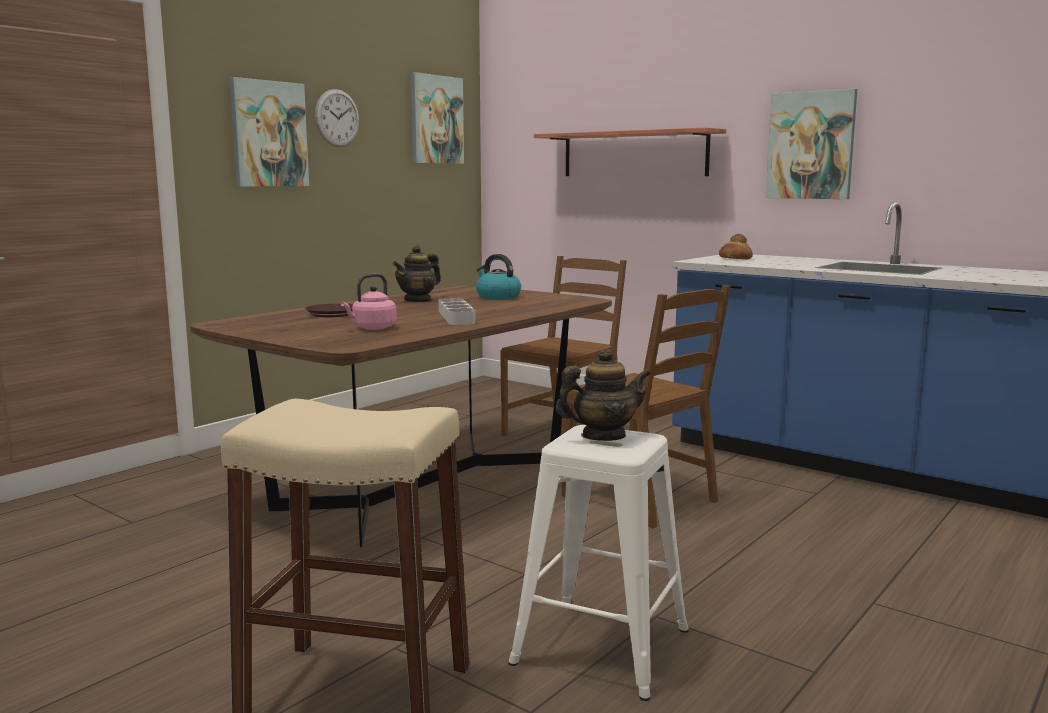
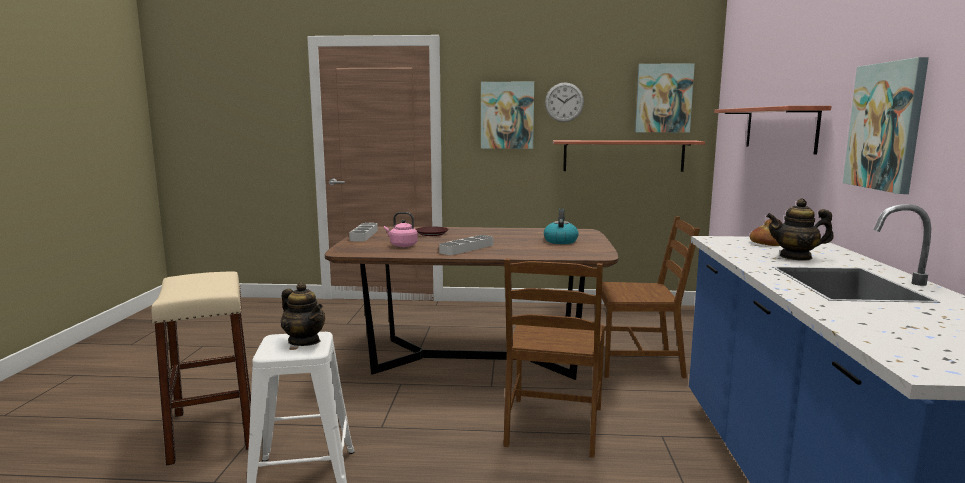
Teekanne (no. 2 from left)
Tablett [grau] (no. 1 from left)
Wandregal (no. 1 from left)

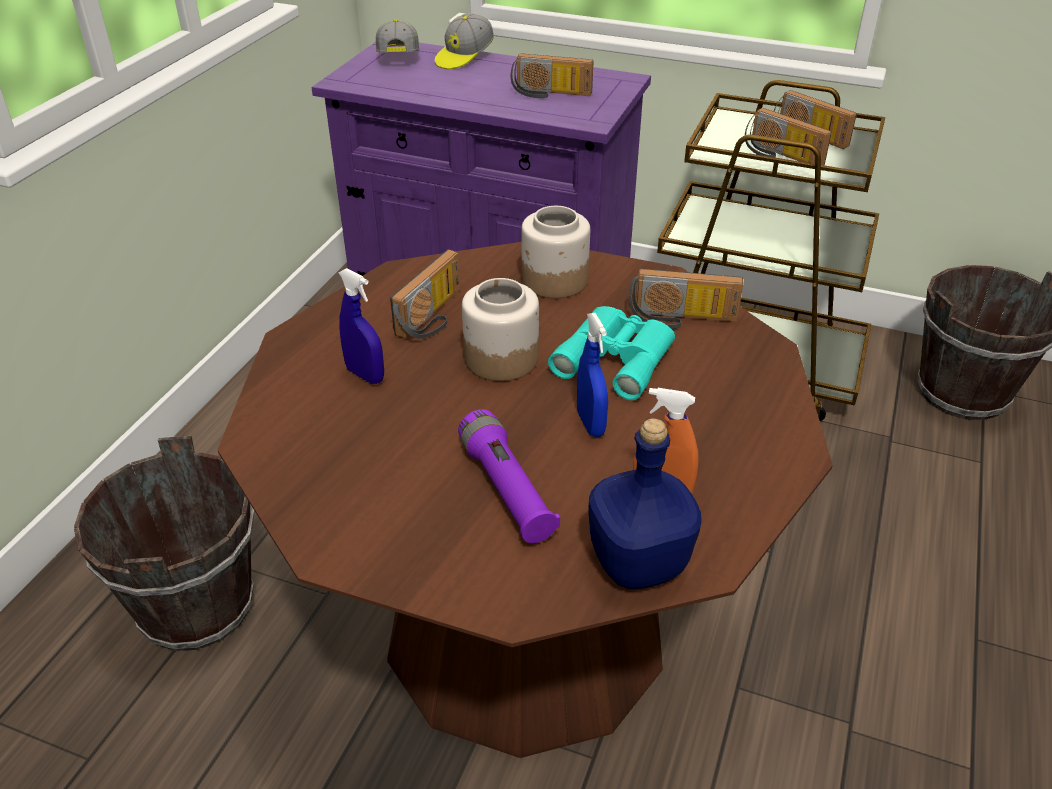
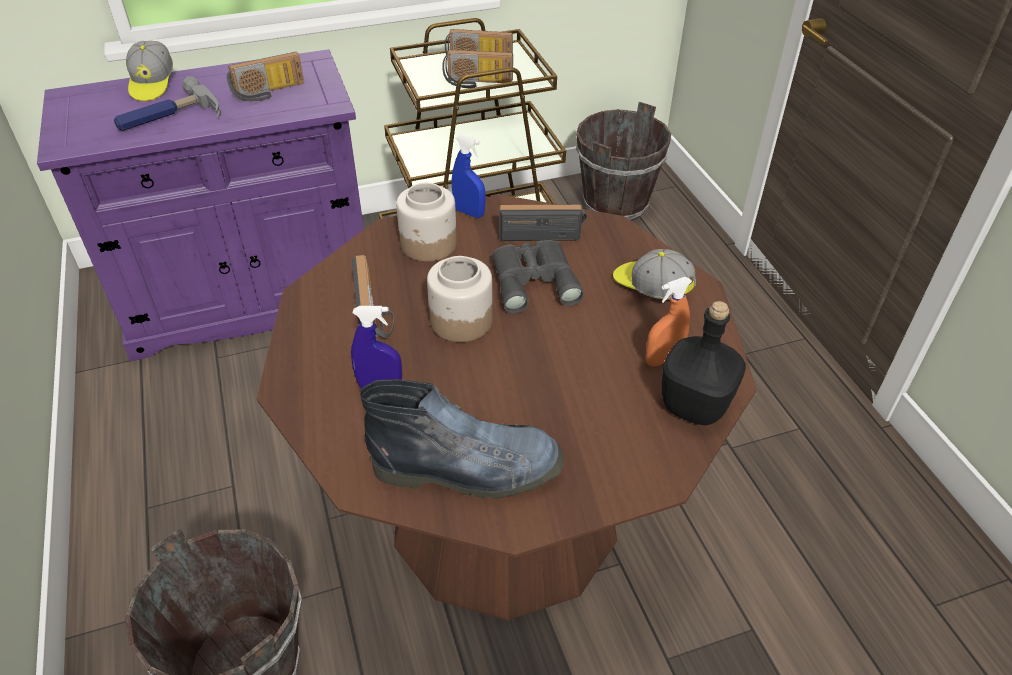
Kappe (no. 2 from left)
Taschenlampe [lila]
Fernglas [grau]
Sprühflasche [blau] (no. 2 from left)
Flasche [schwarz]
Radio (no. 5 from left)
Hammer
Stiefel

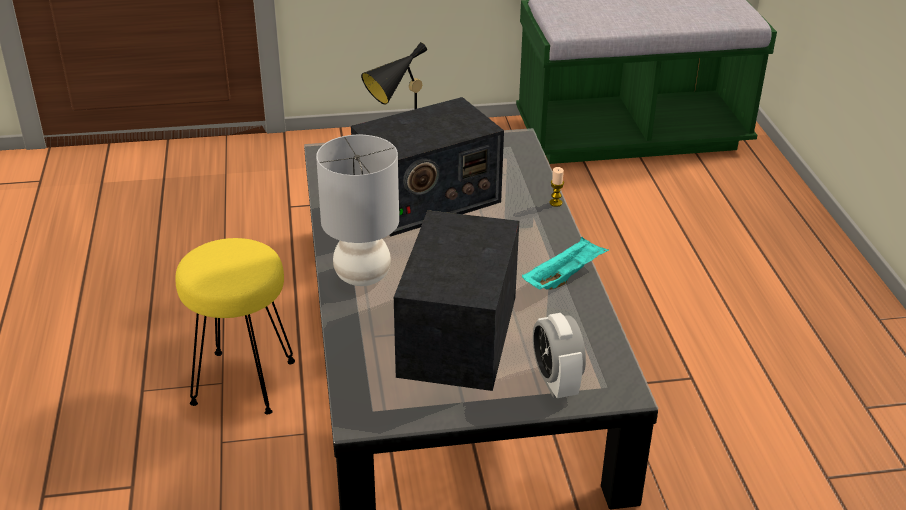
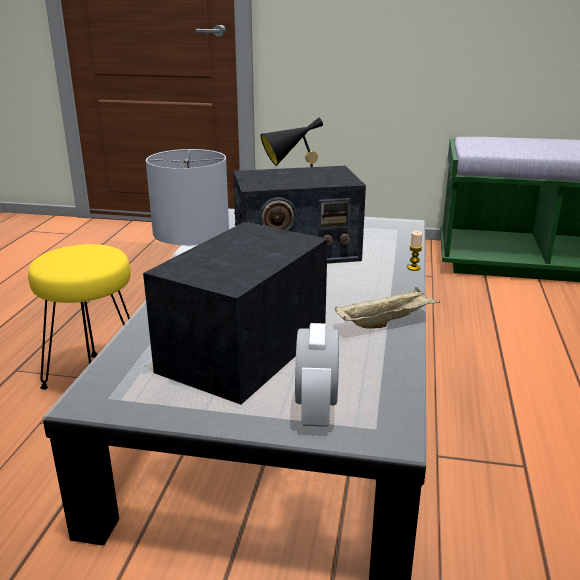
Tablett [beige]

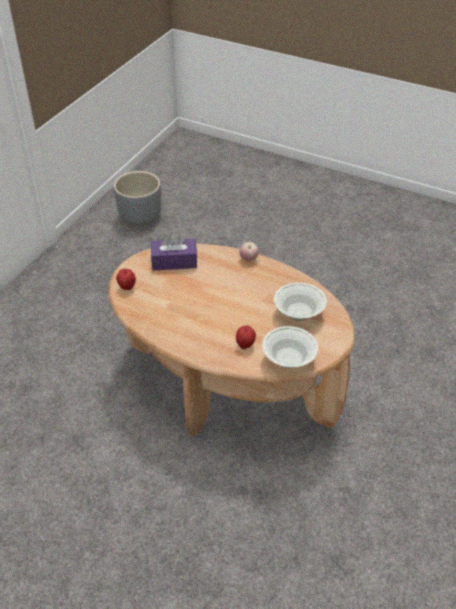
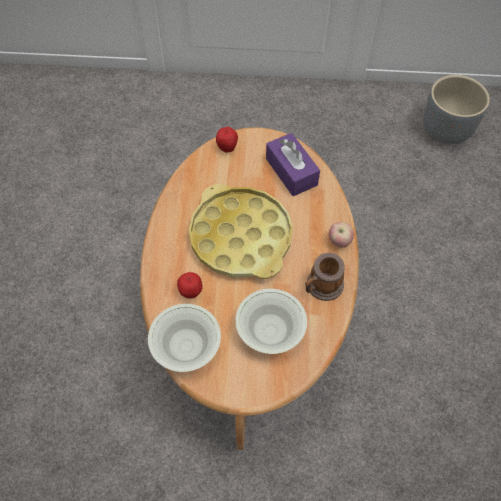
Tablett [gelb]
Henkelbecher

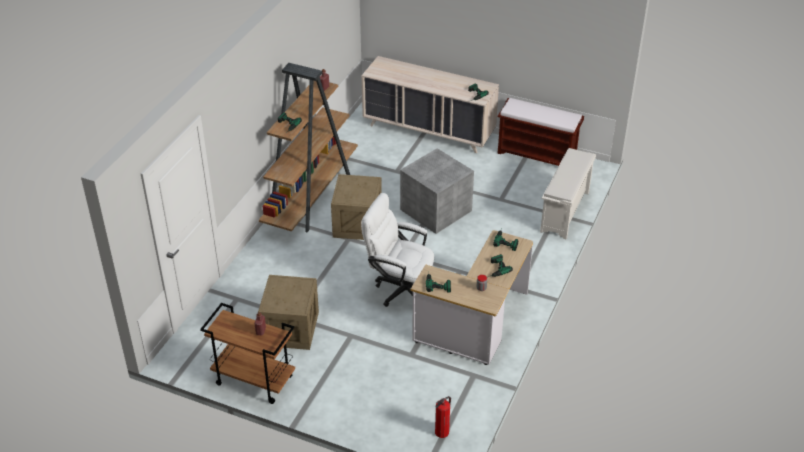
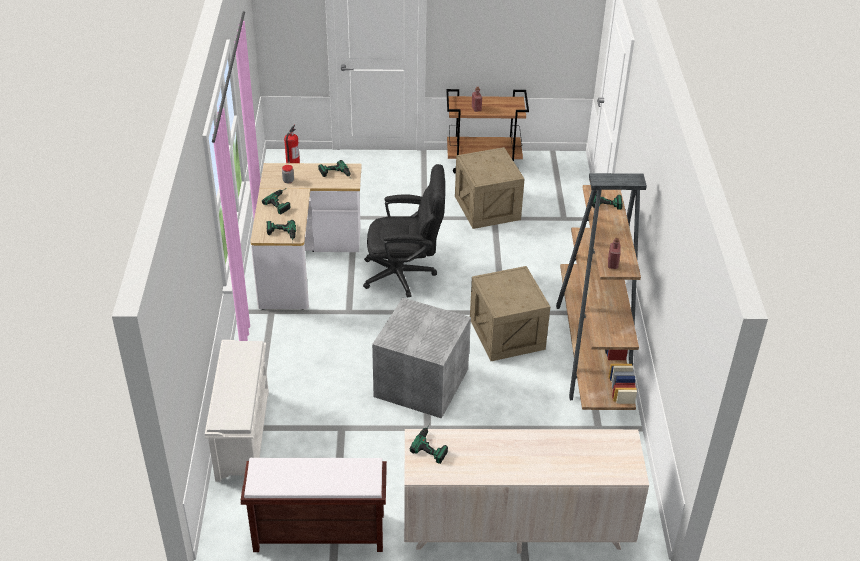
Bürostuhl [schwarz]

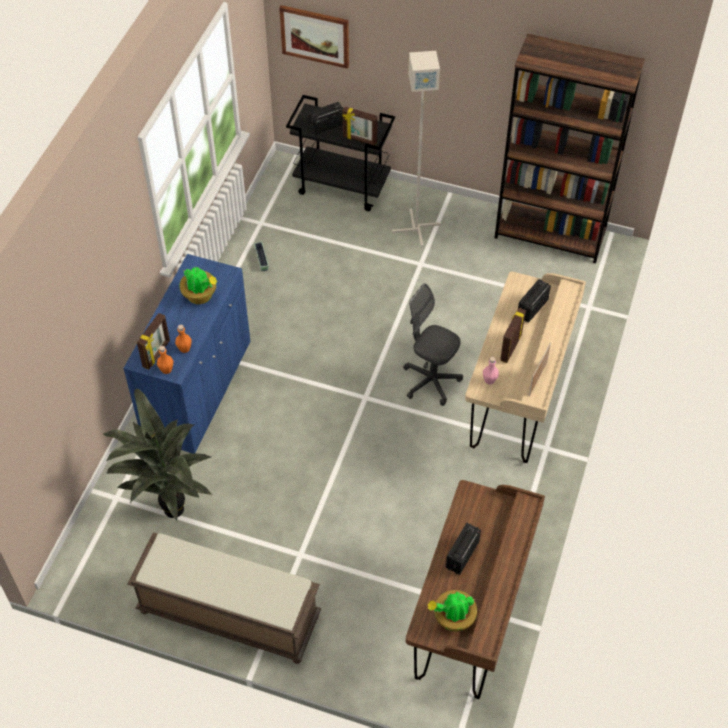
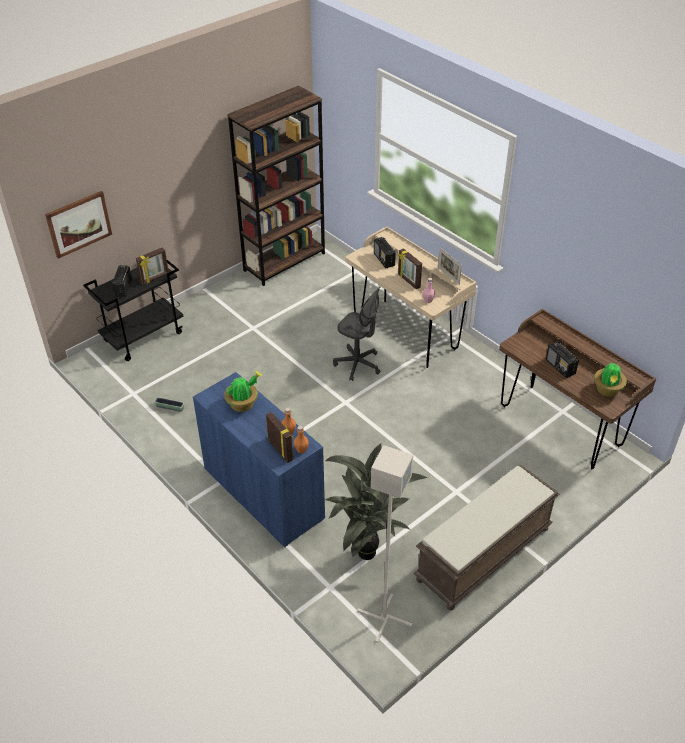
Stehlampe [grau]
Bürostuhl [grau]

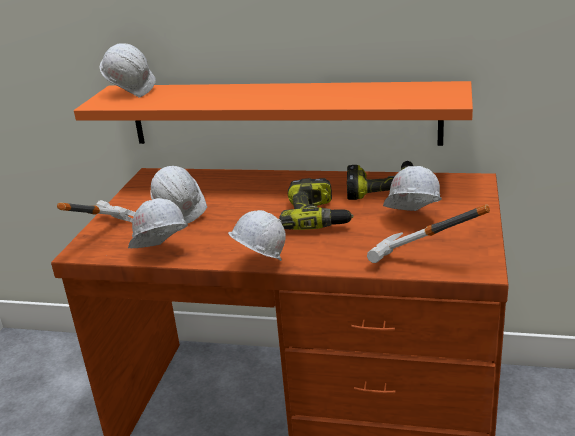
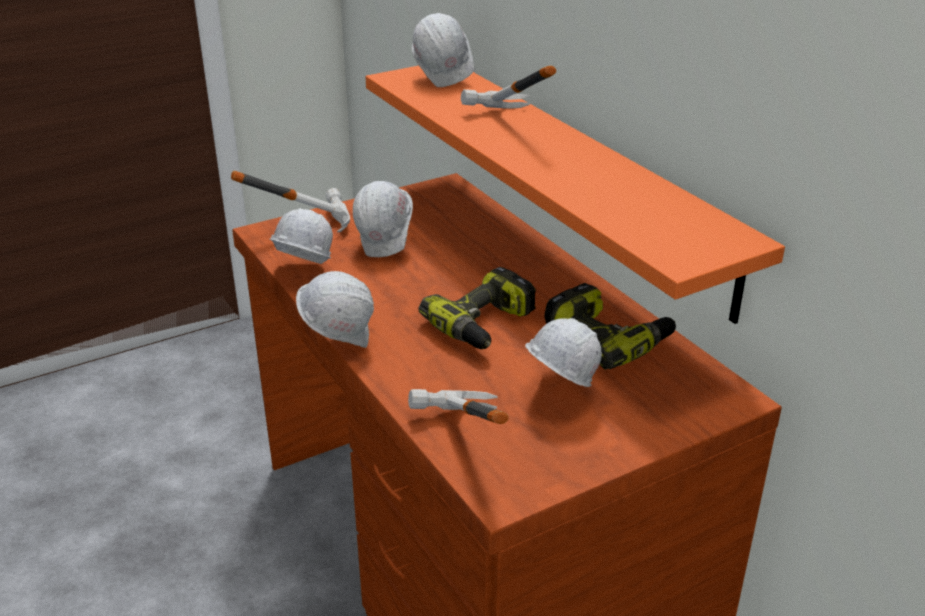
Hammer (no. 3 from left)

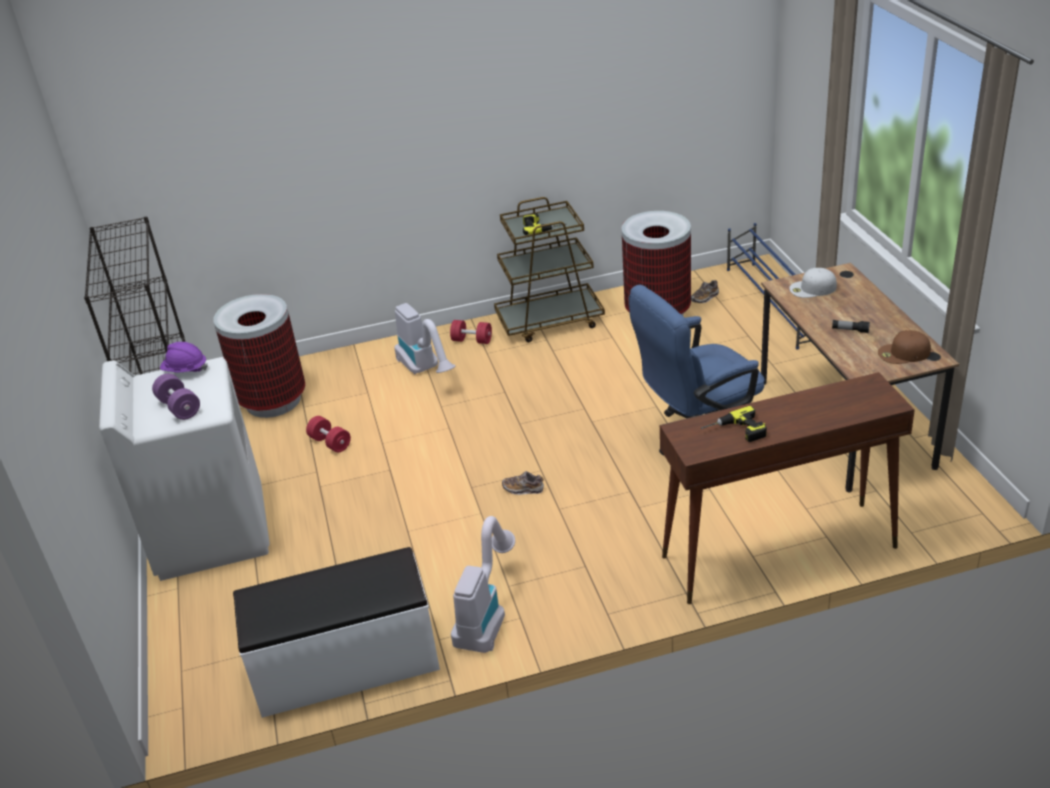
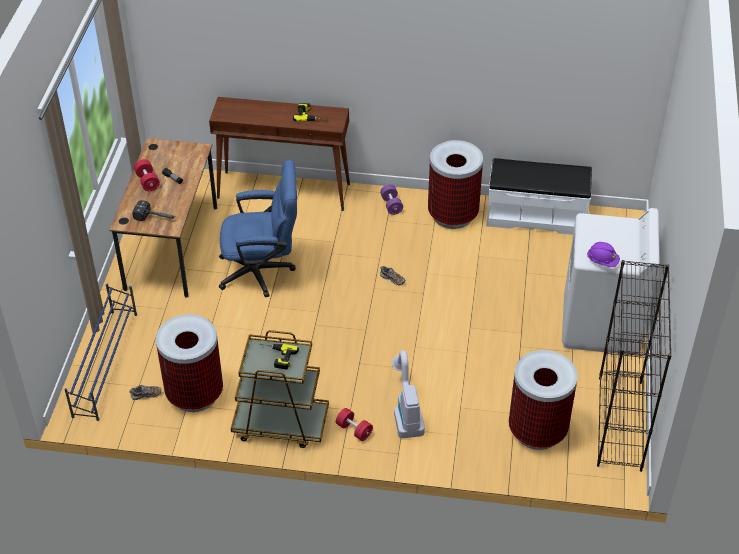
Hantel [lila]
Hantel [rot] (no. 1 from left)
Mülleimer (no. 2 from left)
Hammer
Kappe [braun]

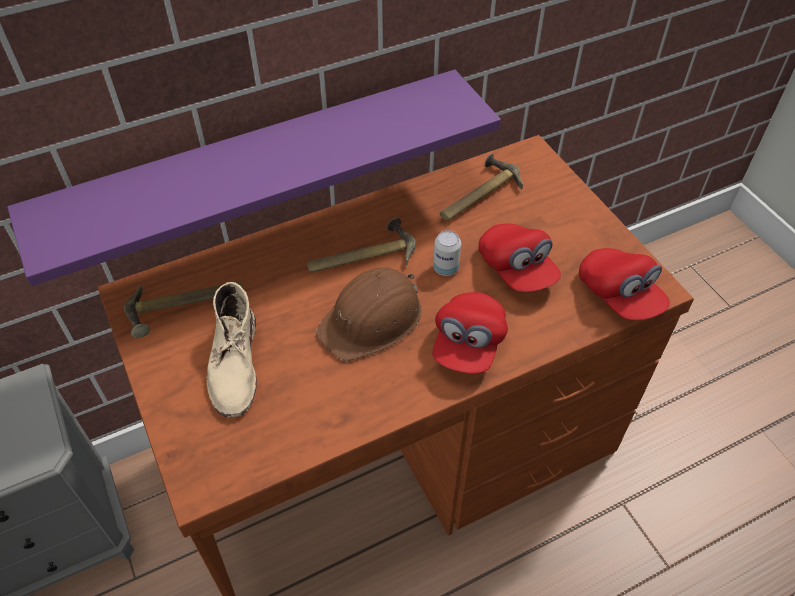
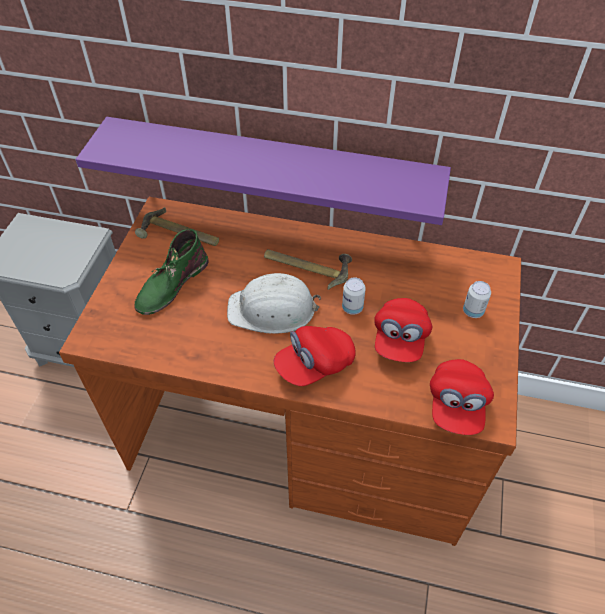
Stiefel [grün]
Schutzhelm [weiß]
Hammer (no. 3 from left in the first image)
Dose (no. 2 from left)

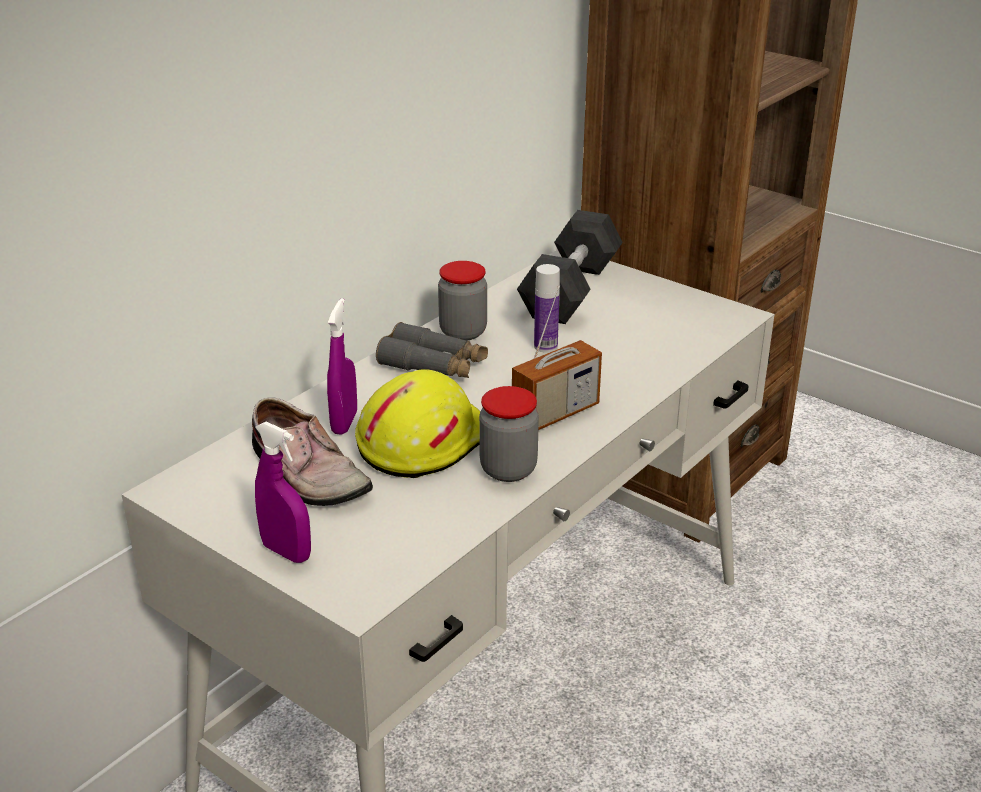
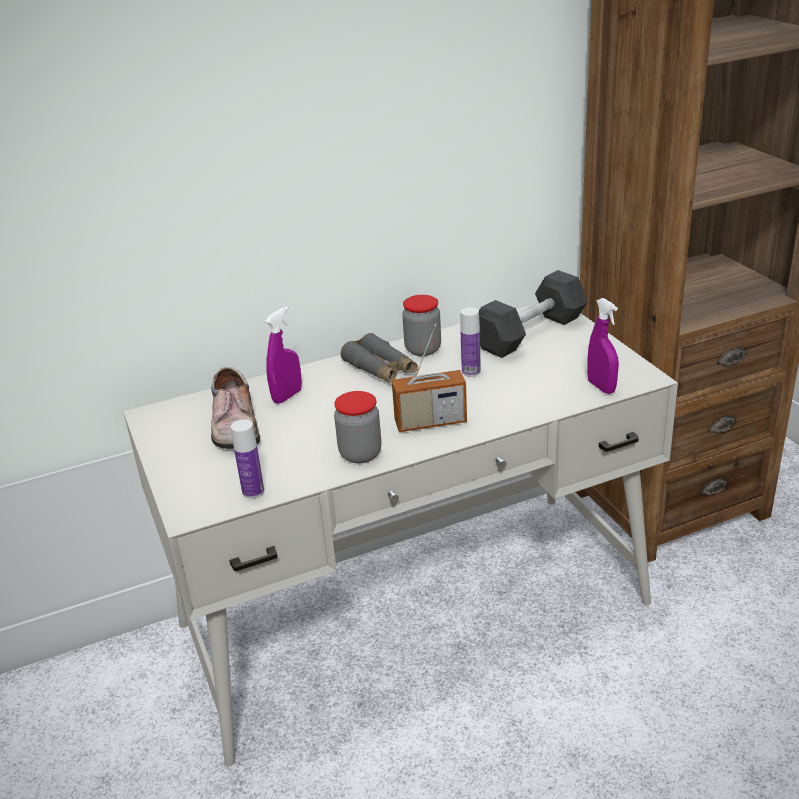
Sprühflasche [lila] (no. 2 from left)
Schutzhelm [gelb]
Flasche (no. 1 from left)

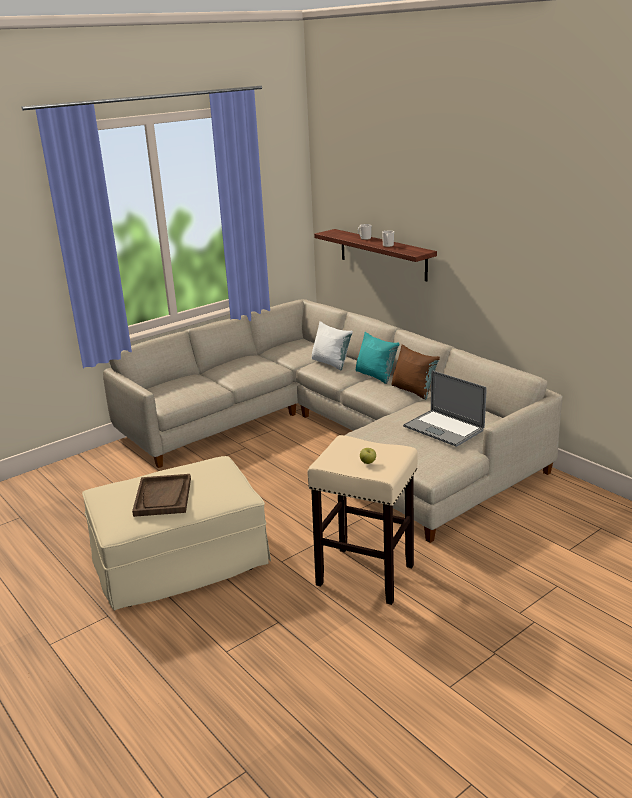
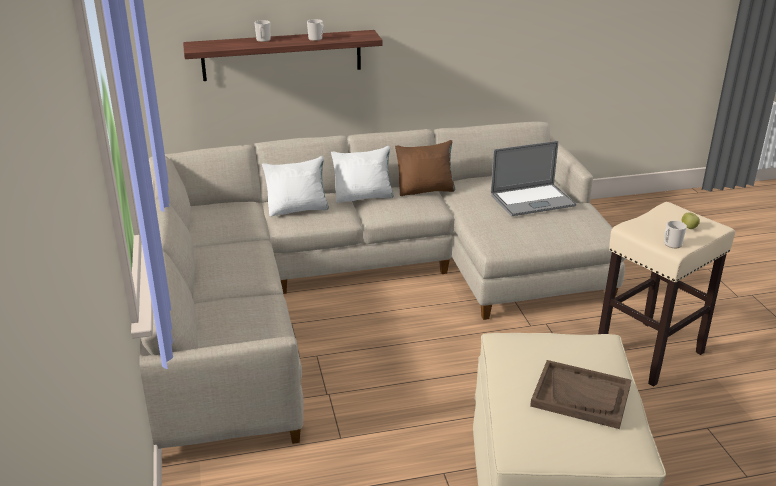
Kissen [weiß] (no. 2 from left)
Henkelbecher (no. 3 from left)

